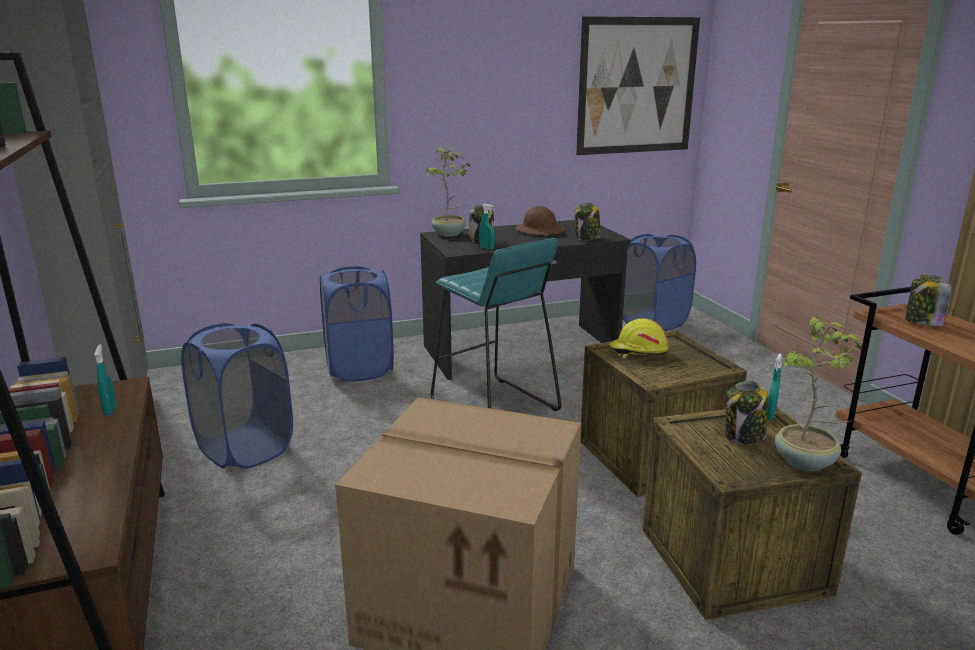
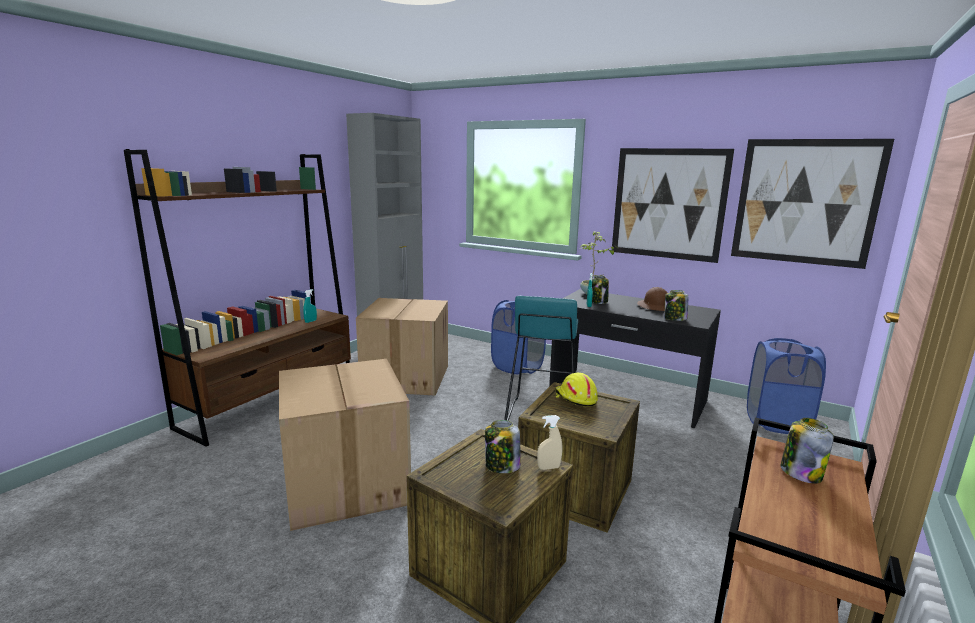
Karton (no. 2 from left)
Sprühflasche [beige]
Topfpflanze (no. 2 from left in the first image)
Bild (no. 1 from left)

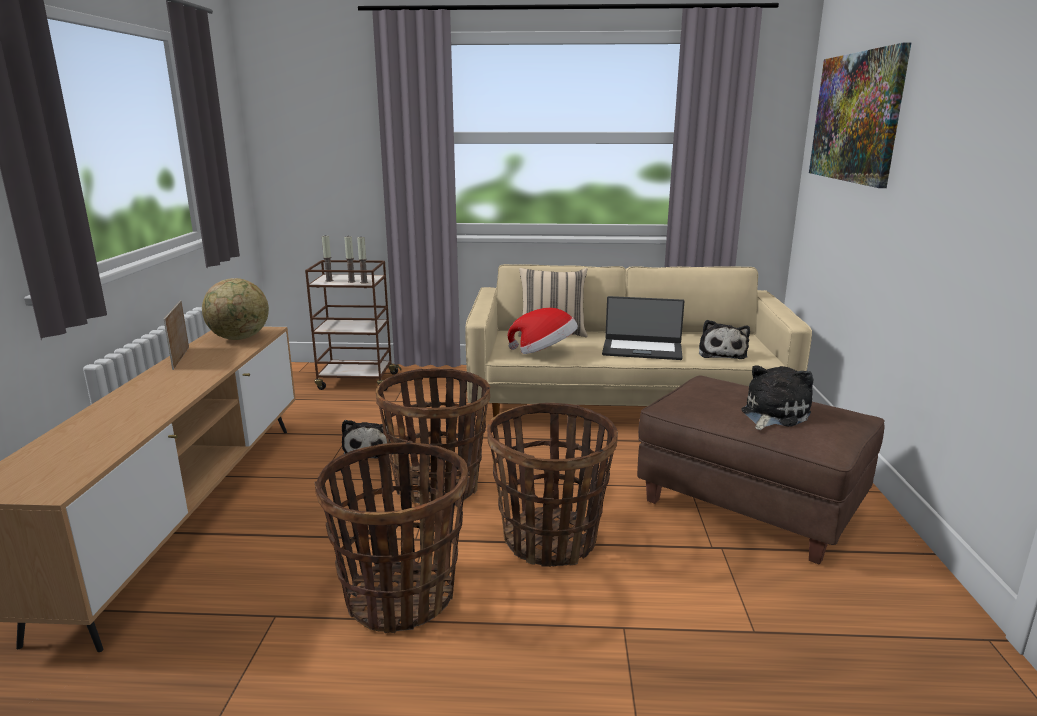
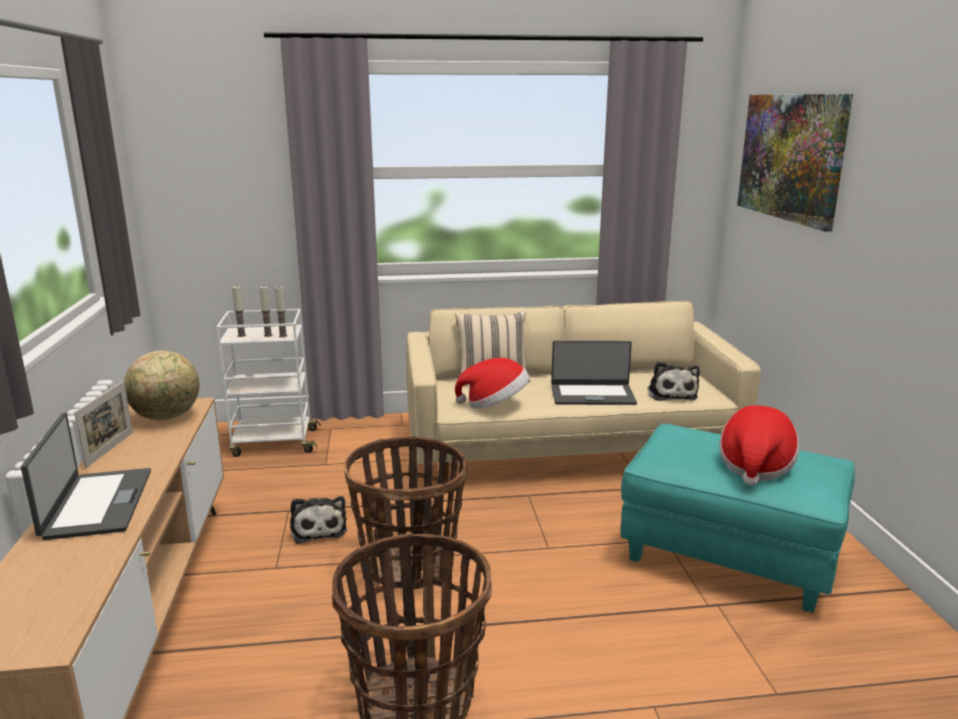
Bilderrahmen
Rollwagen [weiß]
Korb (no. 3 from left in the first image)
Polsterhocker [türkis]
Hut (no. 2 from left)
Laptop (no. 1 from left)

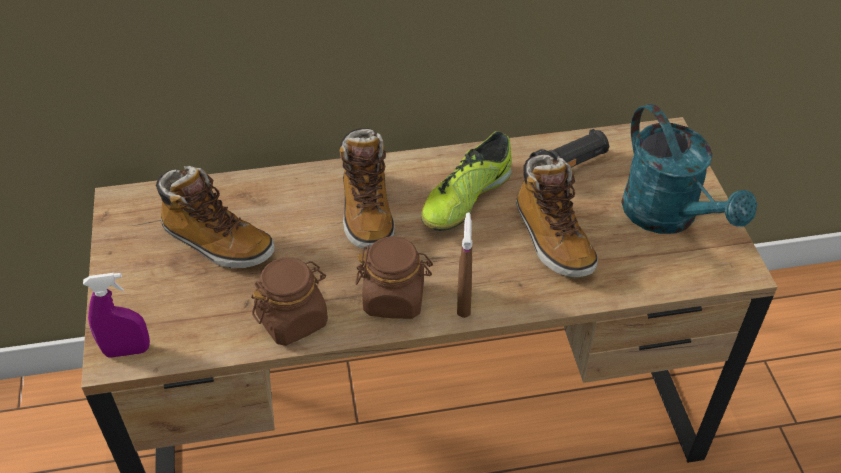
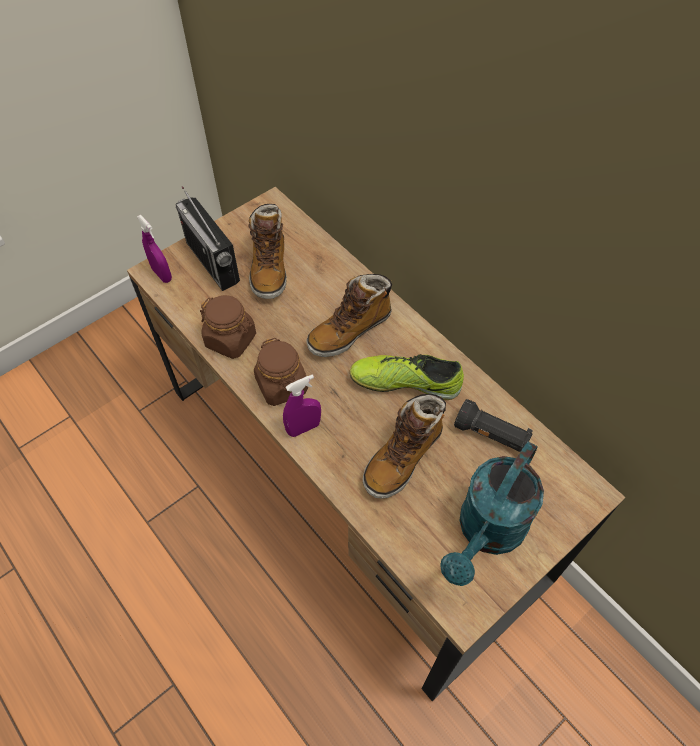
Sprühflasche [lila] (no. 2 from left)
Radio

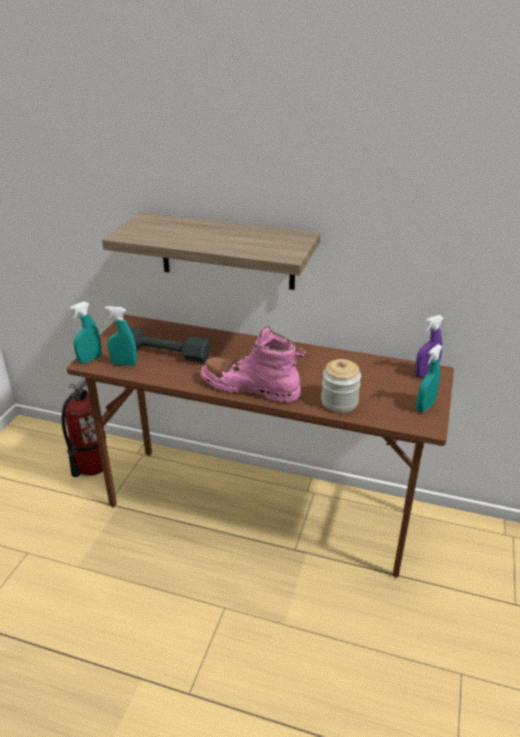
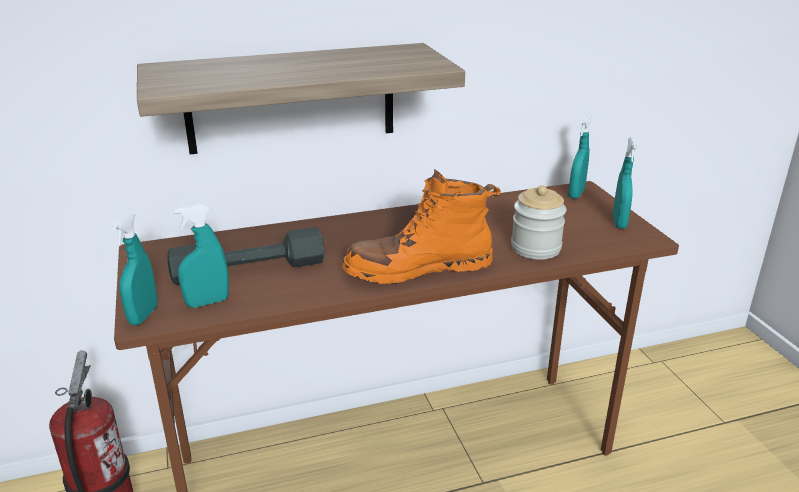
Stiefel [orange]
Sprühflasche [türkis] (no. 3 from left)

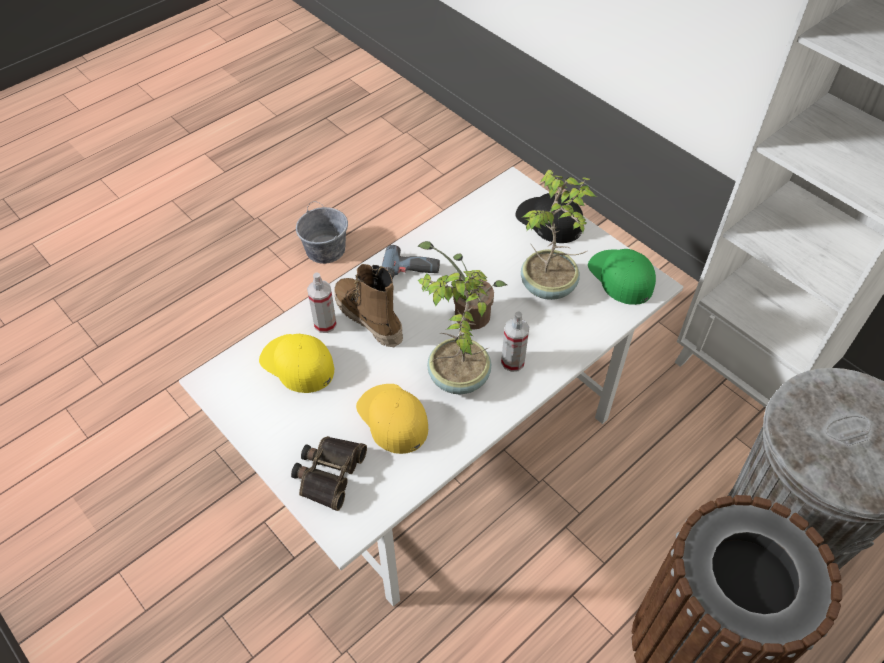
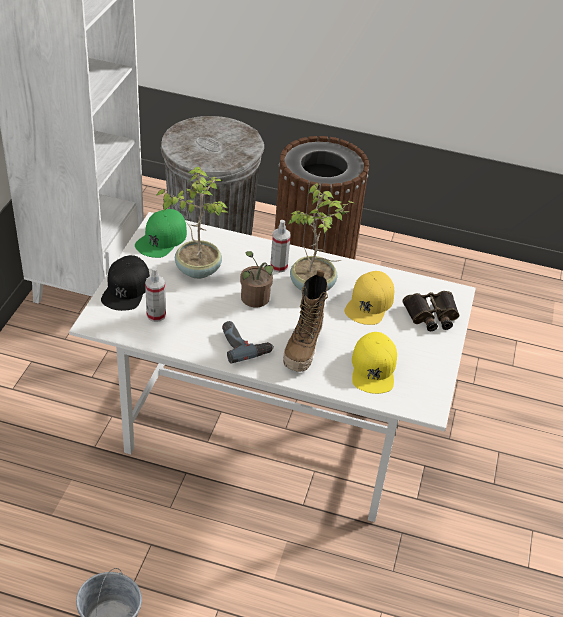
Sprühflasche (no. 1 from left)

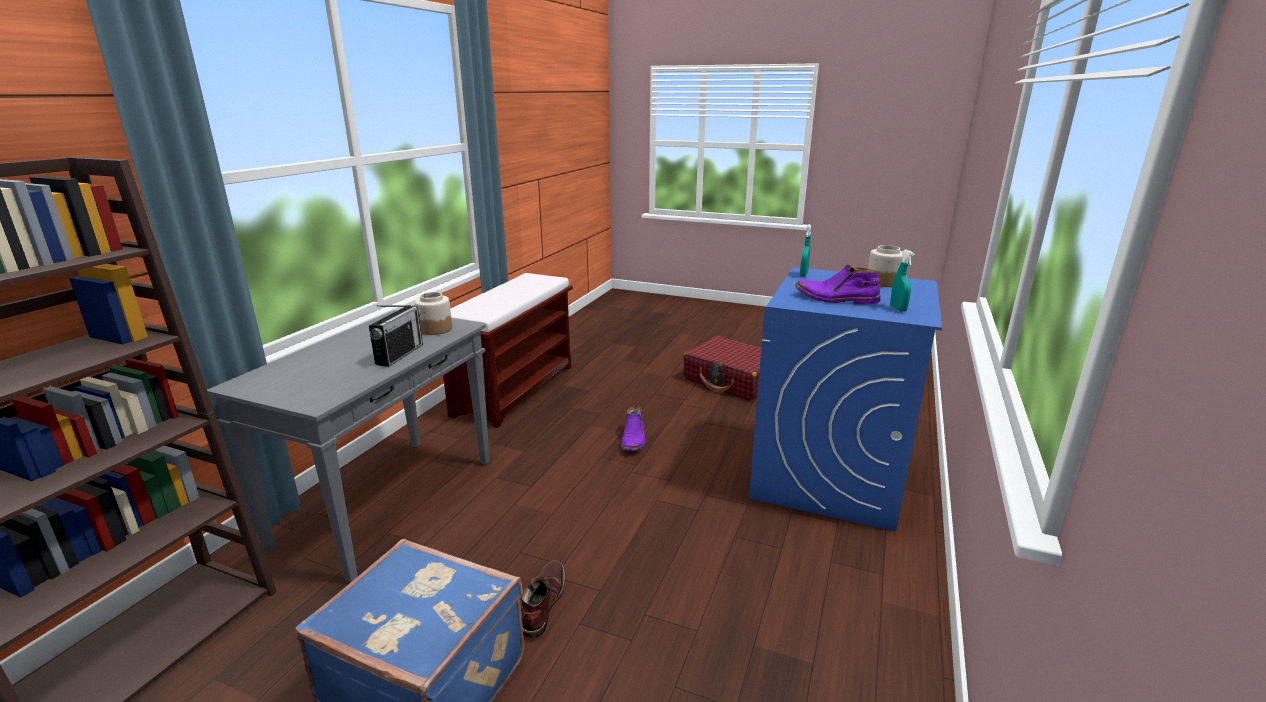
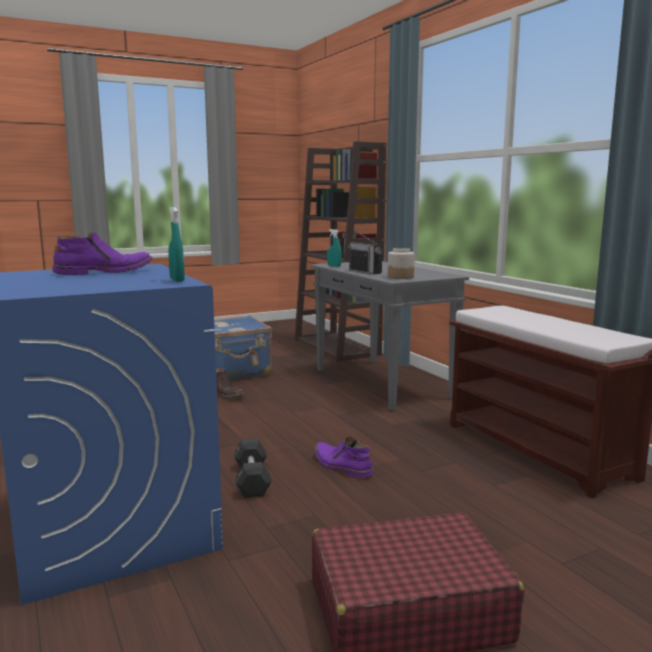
Vorratsglas (no. 2 from left in the first image)
Sprühflasche [türkis] (no. 2 from left)
Hantel [schwarz]

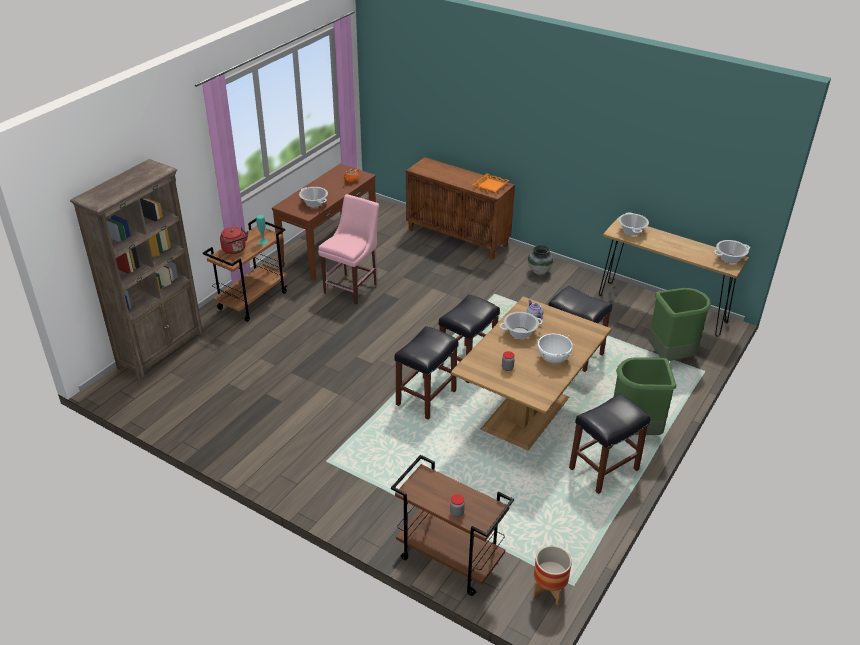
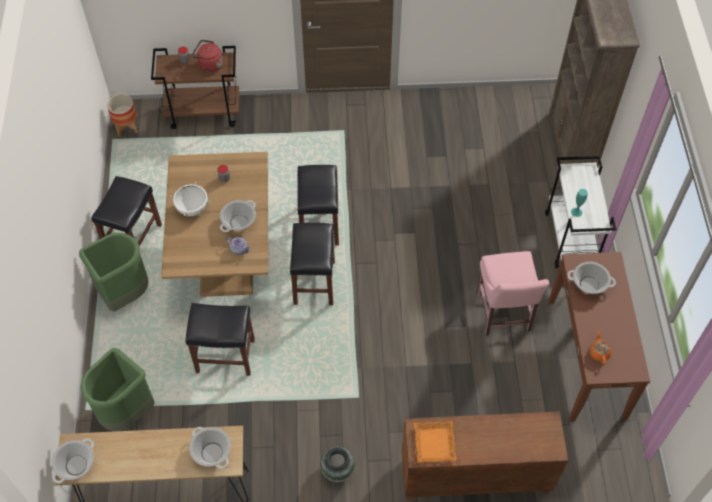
Rollwagen [weiß]
Wasserkessel [rot]

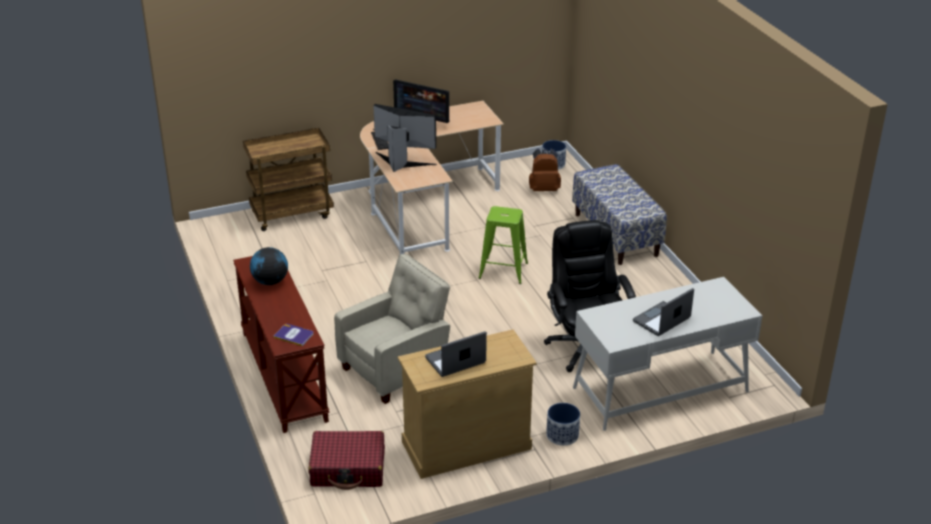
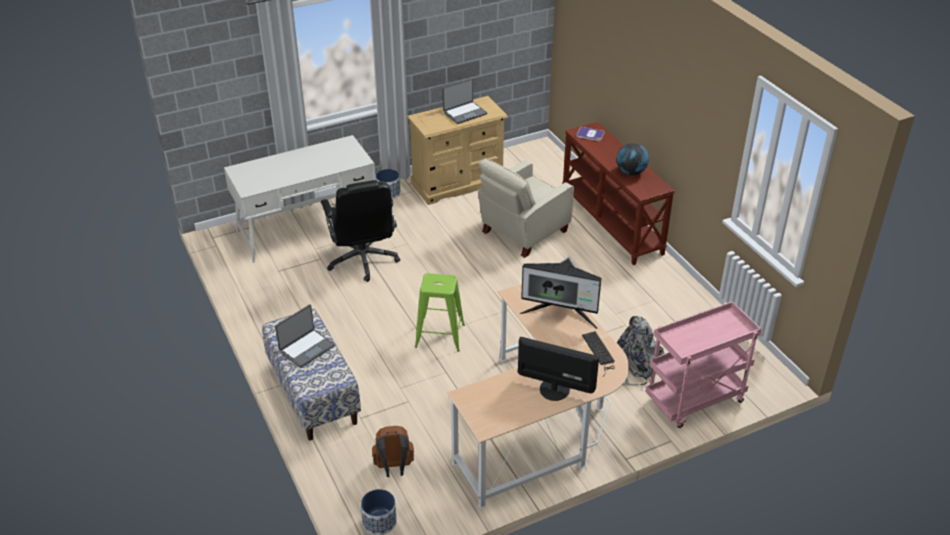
Rollwagen [rosa]
Koffer [rot]
Laptop (no. 1 from left)
Rucksack [grau]

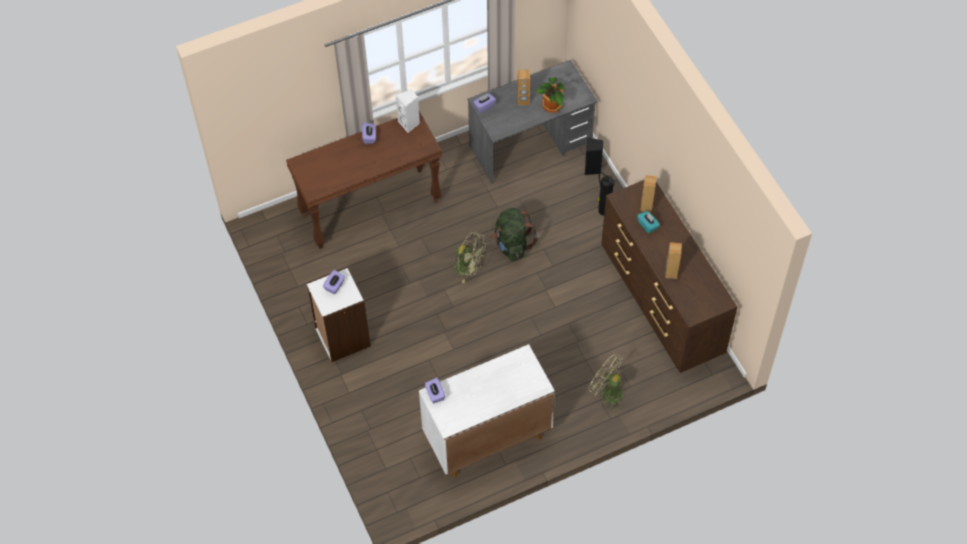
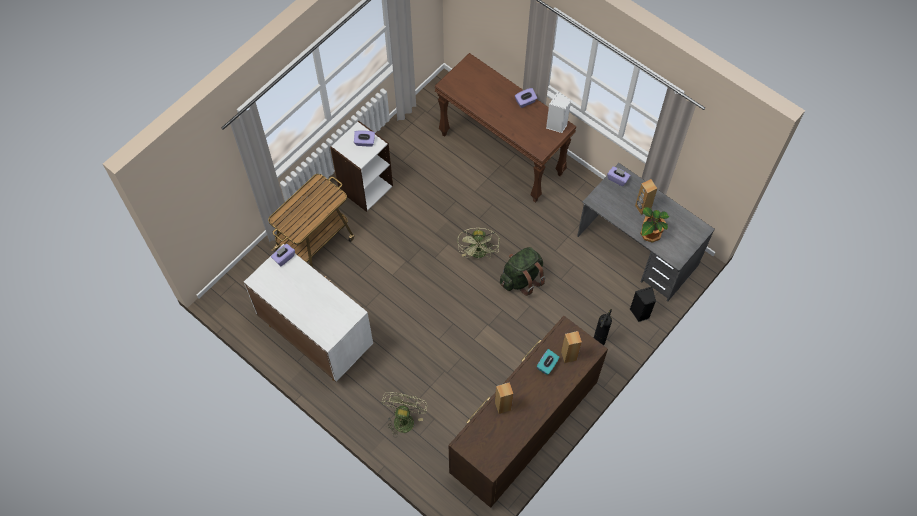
Rollwagen

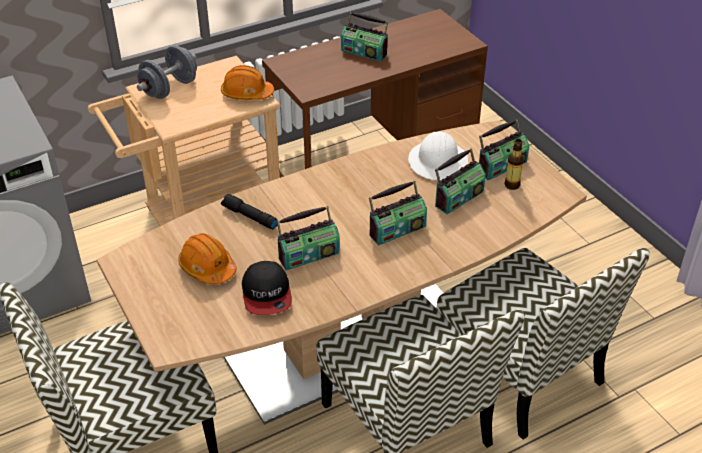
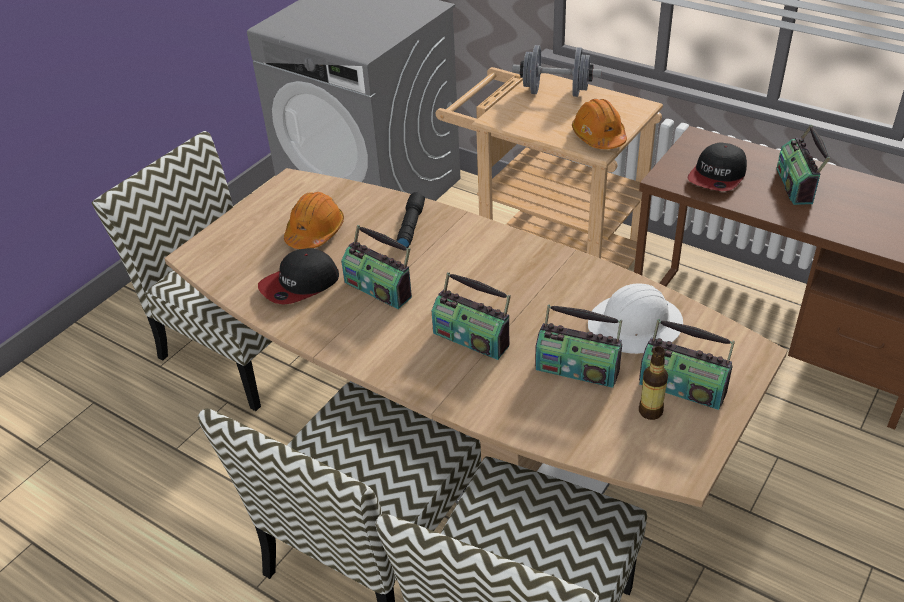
Kappe (no. 2 from left)

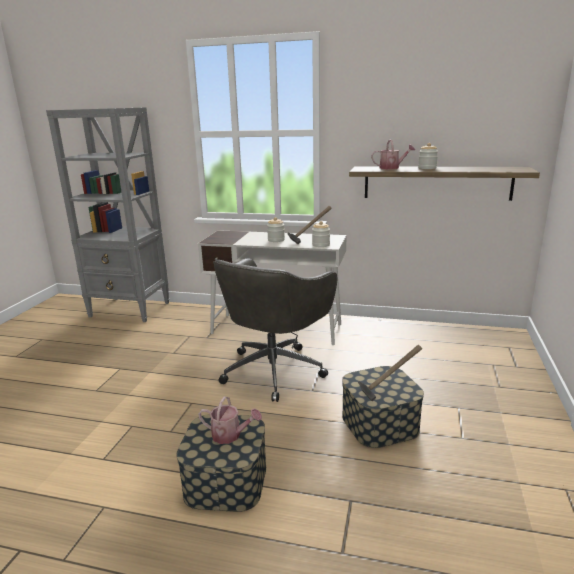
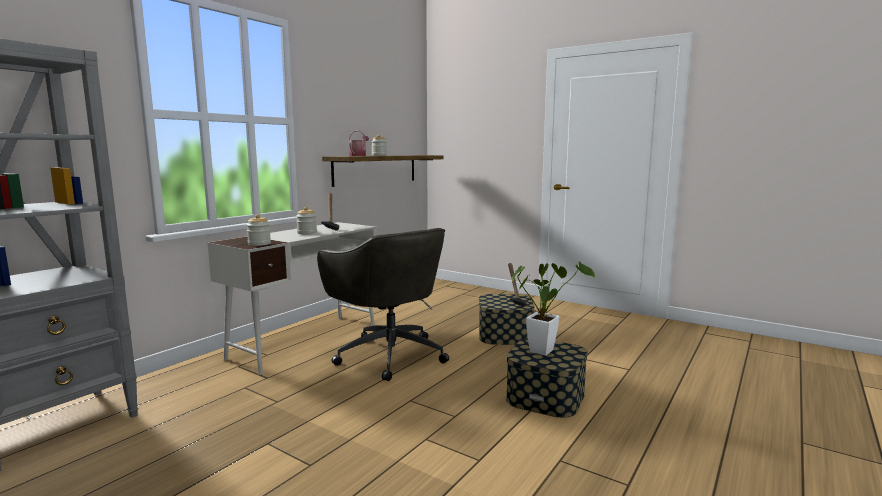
Topfpflanze
Vorratsglas (no. 1 from left)

